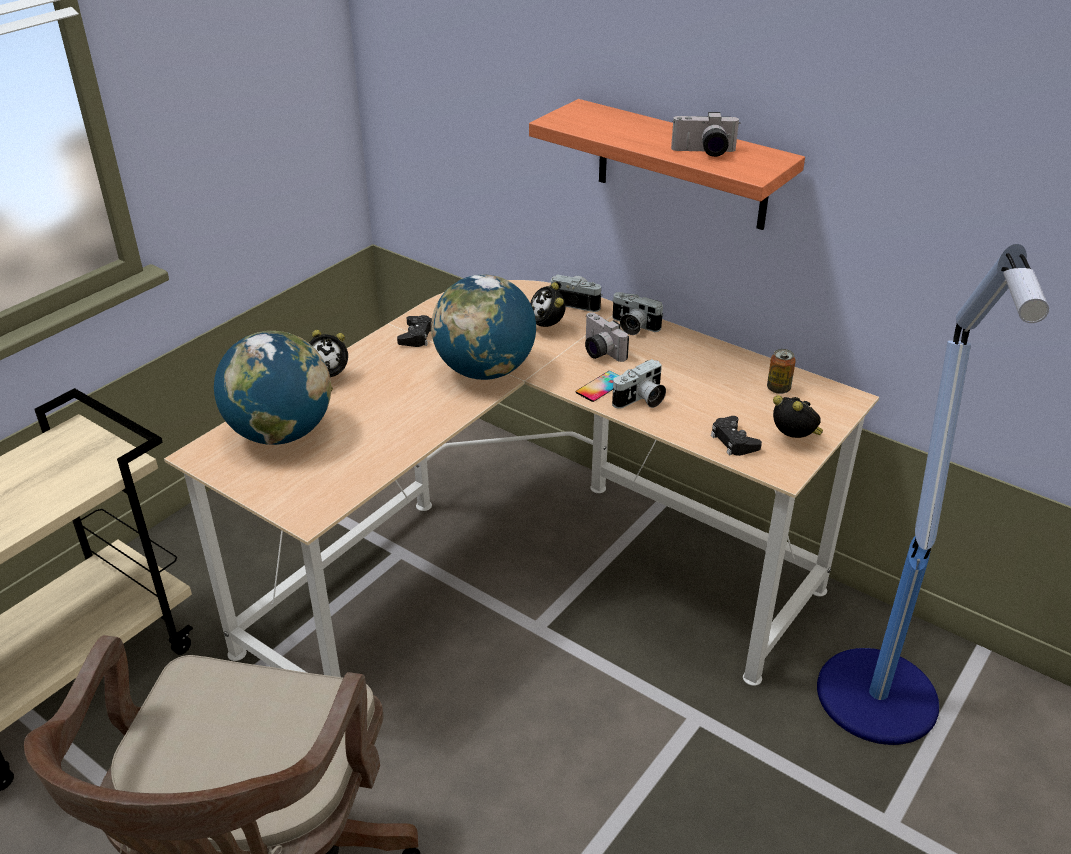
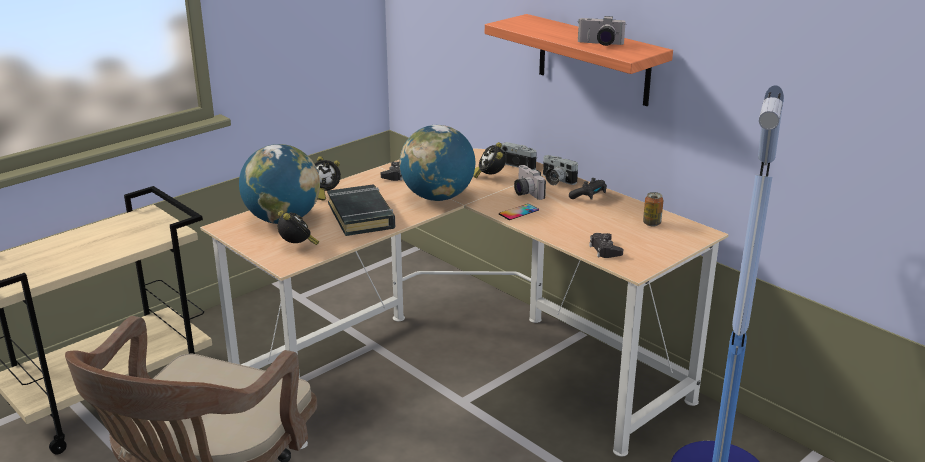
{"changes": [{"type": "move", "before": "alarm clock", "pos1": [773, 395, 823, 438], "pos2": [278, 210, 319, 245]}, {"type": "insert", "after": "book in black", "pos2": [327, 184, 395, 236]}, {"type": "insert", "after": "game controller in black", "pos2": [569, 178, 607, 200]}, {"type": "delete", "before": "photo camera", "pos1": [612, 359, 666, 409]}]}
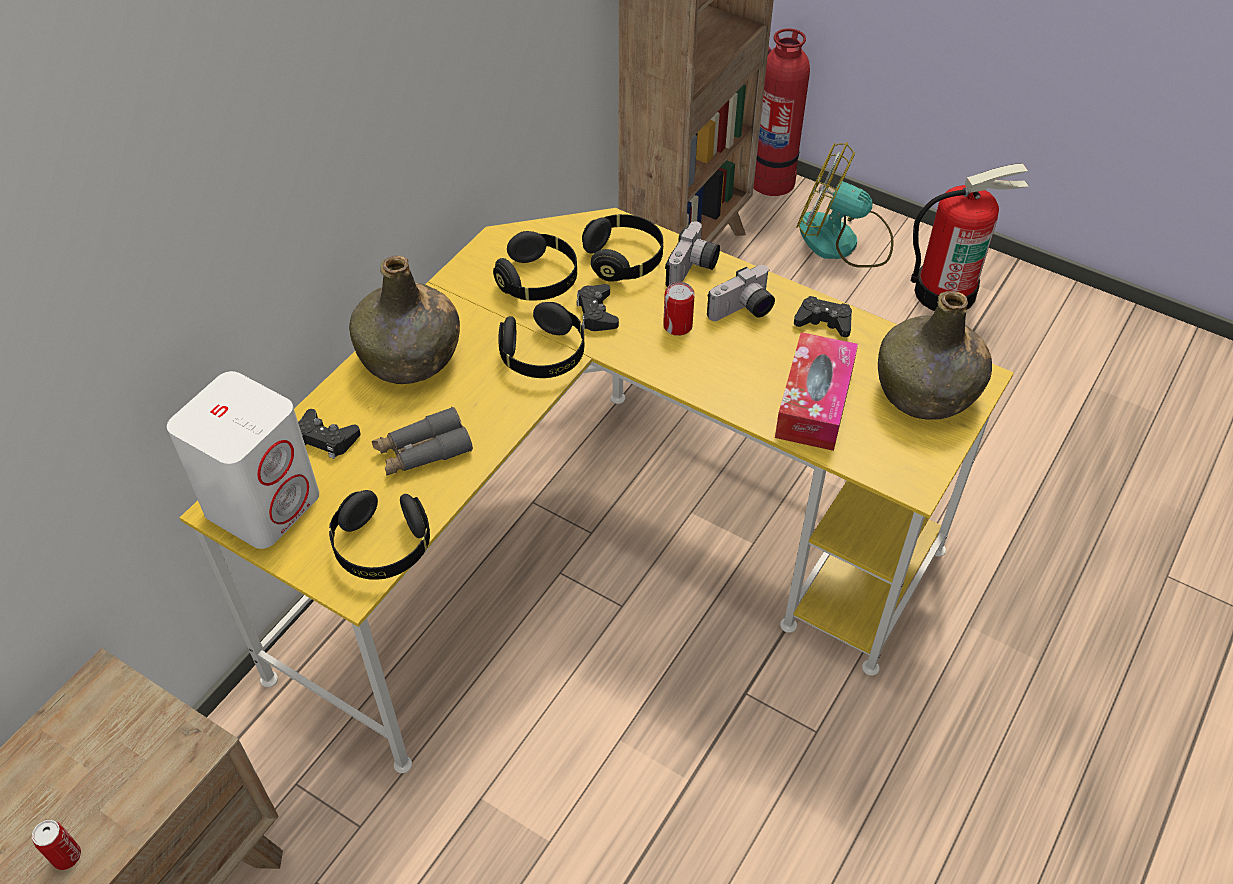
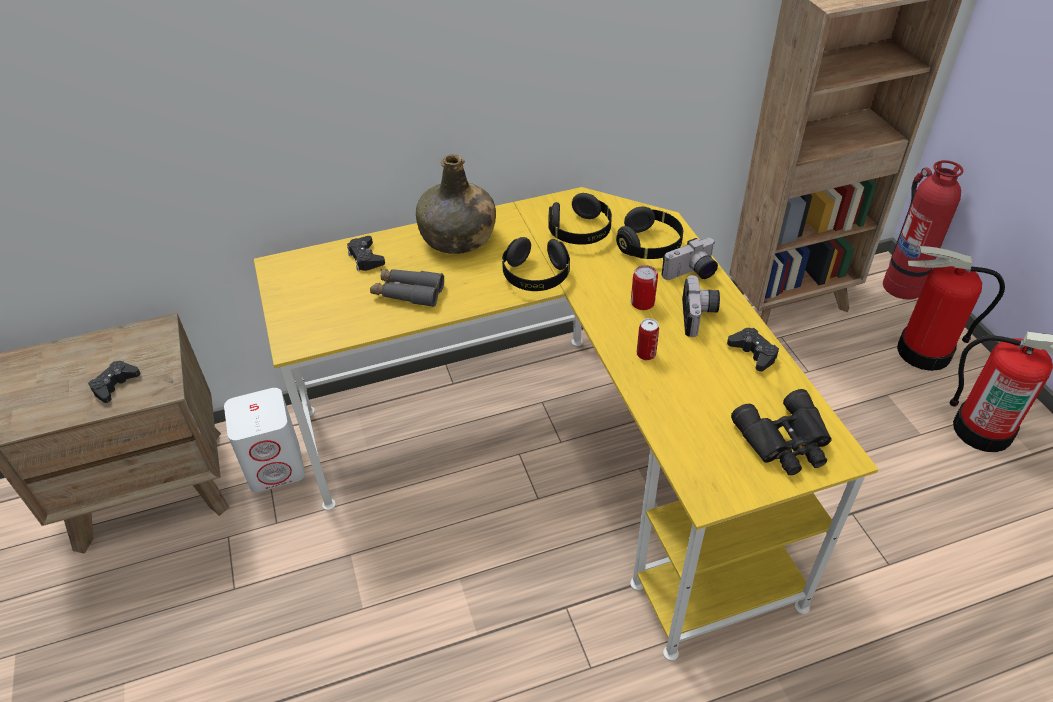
{"changes": [{"type": "move", "before": "game controller in black", "pos1": [576, 284, 619, 331], "pos2": [88, 361, 141, 403]}, {"type": "move", "before": "speaker in white", "pos1": [167, 371, 319, 549], "pos2": [224, 388, 305, 492]}, {"type": "move", "before": "can", "pos1": [32, 820, 81, 870], "pos2": [637, 318, 659, 360]}, {"type": "rotate", "before": "photo camera", "pos1": [707, 265, 775, 321], "pos2": [682, 275, 720, 337], "turn": -90}, {"type": "replace", "before": "bottle in green", "after": "binoculars in black", "pos1": [878, 291, 992, 420], "pos2": [731, 389, 832, 475]}, {"type": "replace", "before": "fan", "after": "fire extinguisher", "pos1": [797, 142, 893, 268], "pos2": [897, 246, 1005, 371]}, {"type": "delete", "before": "headphones in black", "pos1": [329, 490, 430, 580]}, {"type": "delete", "before": "tissue box", "pos1": [775, 332, 858, 451]}]}
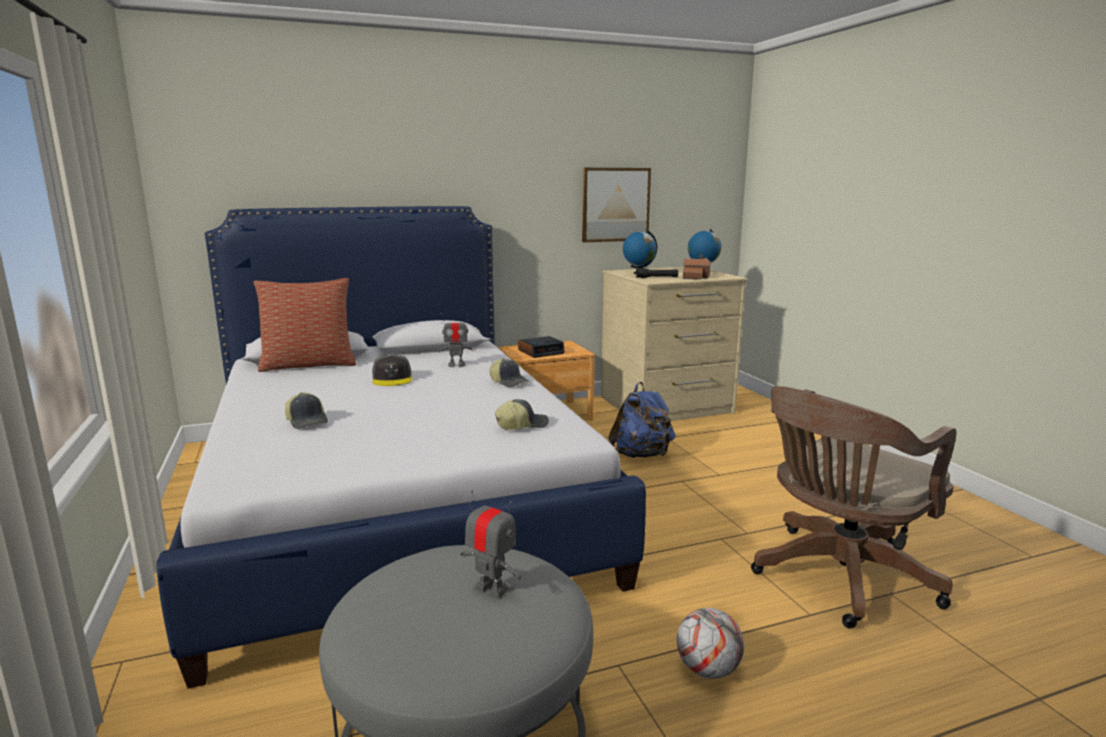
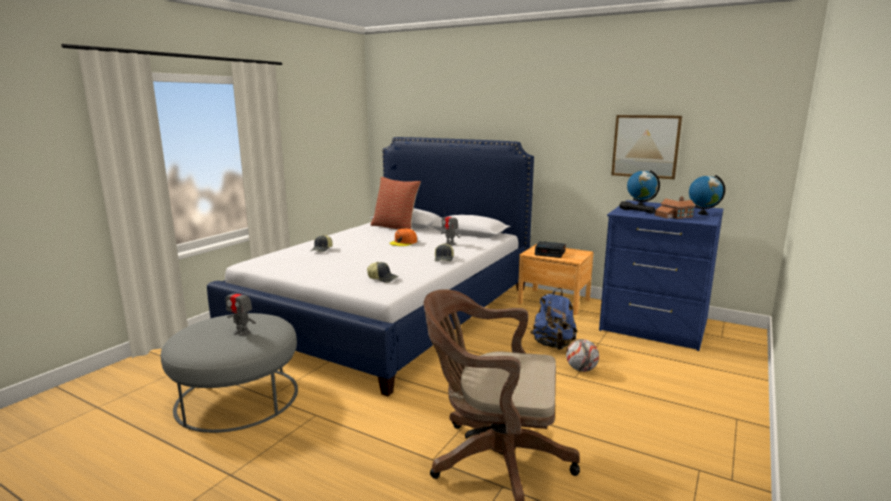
{"changes": [{"type": "rotate", "before": "toy robot", "pos1": [460, 490, 521, 599], "pos2": [226, 284, 256, 336], "turn": 120}, {"type": "recolor", "before": "cap in grey", "after": "cap in orange", "pos1": [372, 355, 412, 386], "pos2": [389, 229, 417, 246]}, {"type": "move", "before": "football", "pos1": [677, 608, 744, 679], "pos2": [566, 339, 599, 372]}, {"type": "recolor", "before": "dresser in beige", "after": "dresser in blue", "pos1": [601, 267, 748, 421], "pos2": [599, 200, 723, 351]}]}
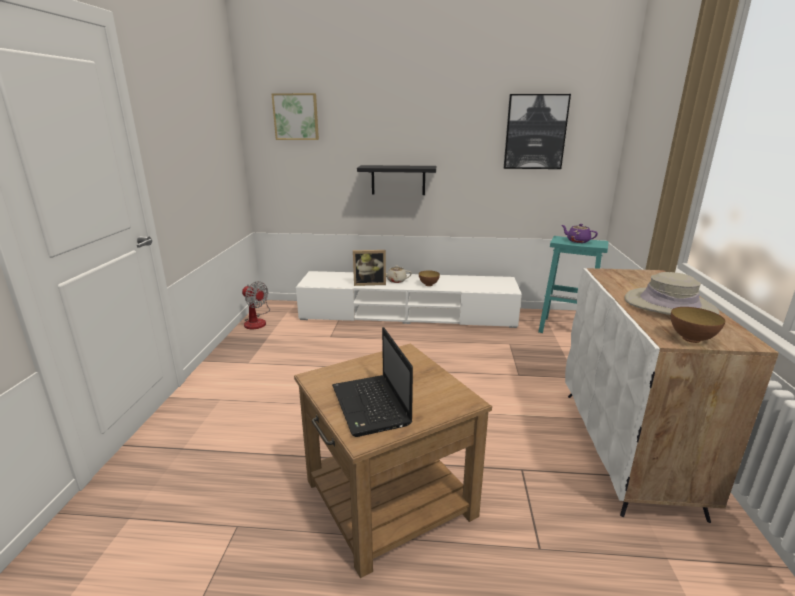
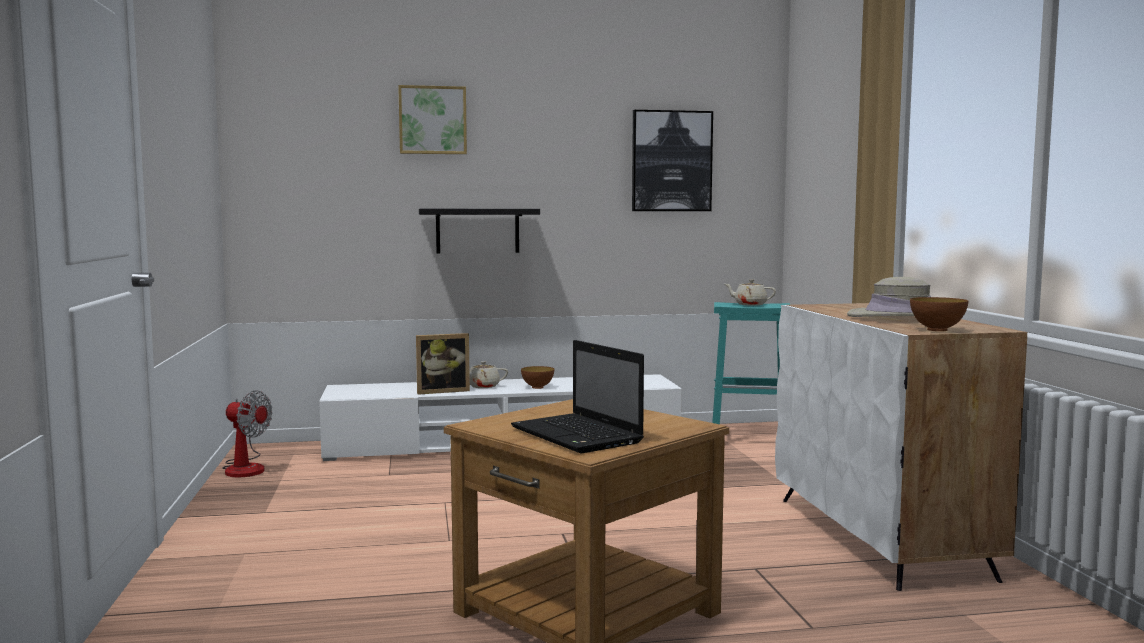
{"changes": [{"type": "move", "before": "picture", "pos1": [271, 93, 319, 140], "pos2": [398, 85, 467, 154]}, {"type": "recolor", "before": "teapot in purple", "after": "teapot in beige", "pos1": [562, 224, 598, 243], "pos2": [725, 279, 776, 306]}]}
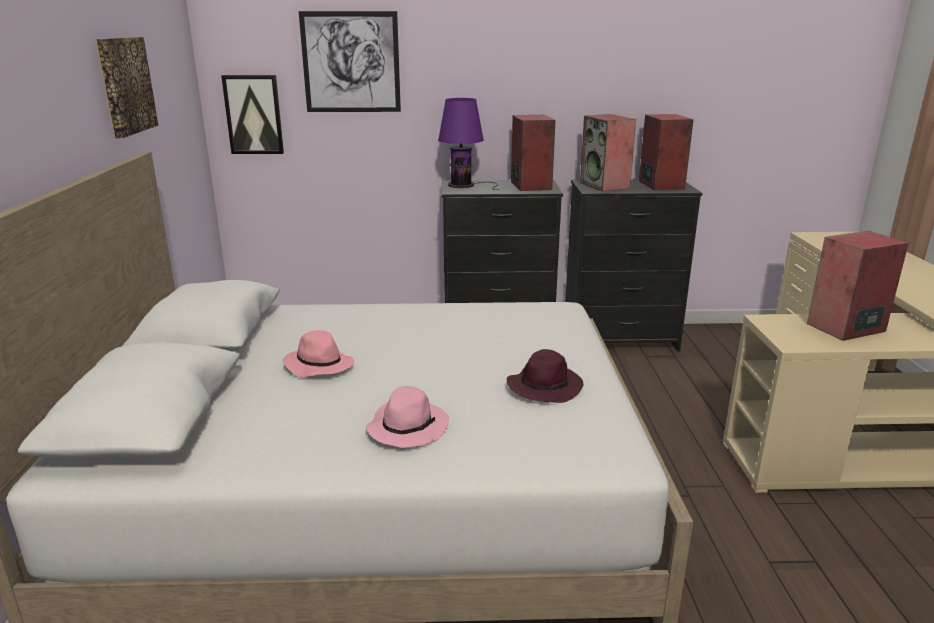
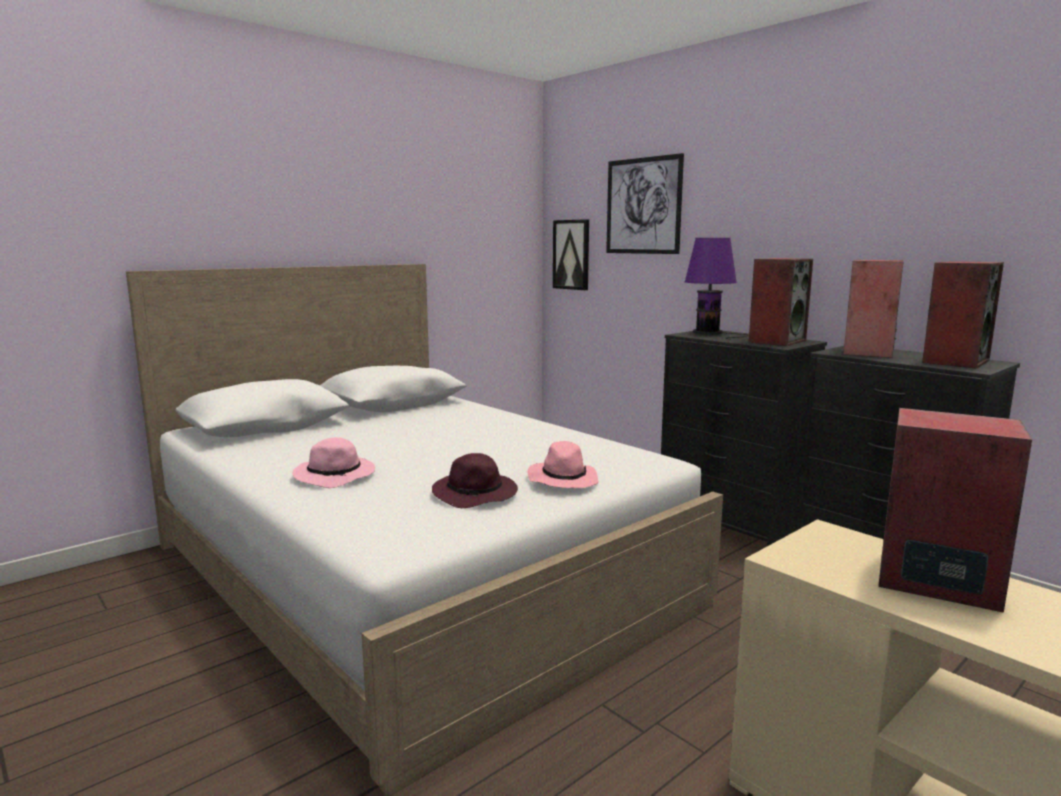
{"changes": [{"type": "move", "before": "hat in pink", "pos1": [283, 330, 354, 377], "pos2": [528, 441, 599, 488]}, {"type": "delete", "before": "picture", "pos1": [95, 37, 158, 138]}]}
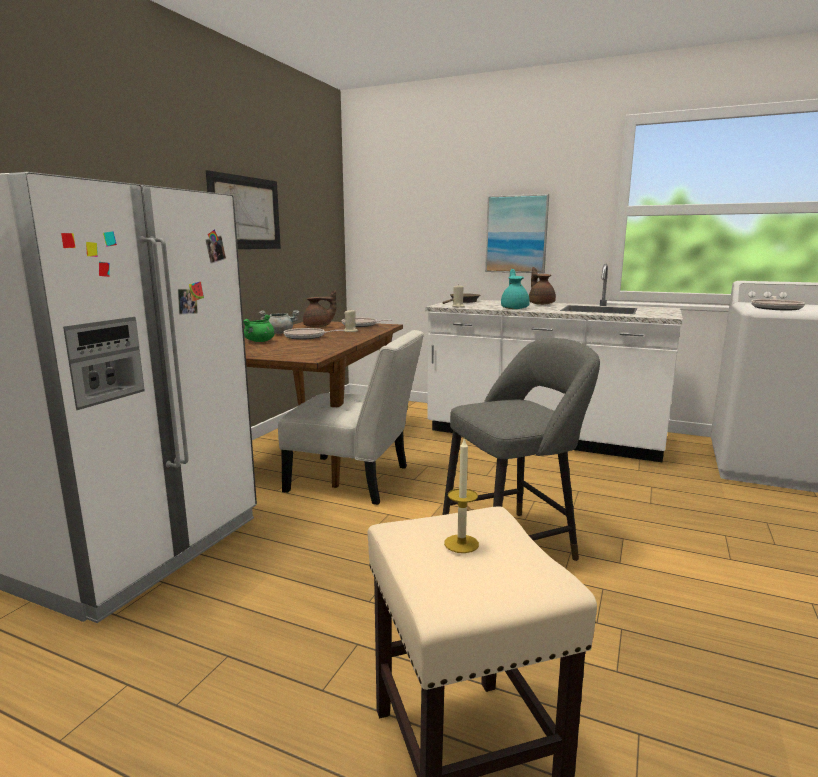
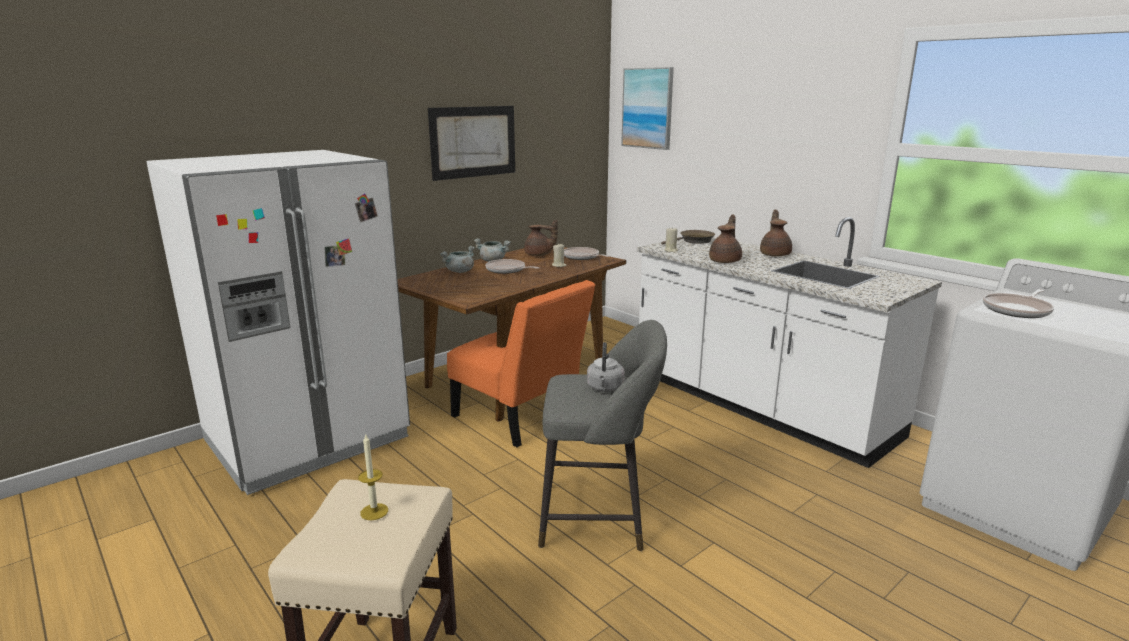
{"changes": [{"type": "recolor", "before": "cooking pot in green", "after": "cooking pot in grey", "pos1": [243, 314, 275, 342], "pos2": [440, 246, 475, 273]}, {"type": "recolor", "before": "chair in white", "after": "chair in orange", "pos1": [278, 330, 424, 505], "pos2": [447, 280, 595, 447]}, {"type": "insert", "after": "kettle in grey", "pos2": [587, 342, 625, 392]}, {"type": "move", "before": "picture", "pos1": [485, 194, 549, 273], "pos2": [621, 67, 674, 150]}, {"type": "recolor", "before": "teapot in turquoise", "after": "teapot in brown", "pos1": [501, 269, 530, 309], "pos2": [709, 214, 742, 263]}]}
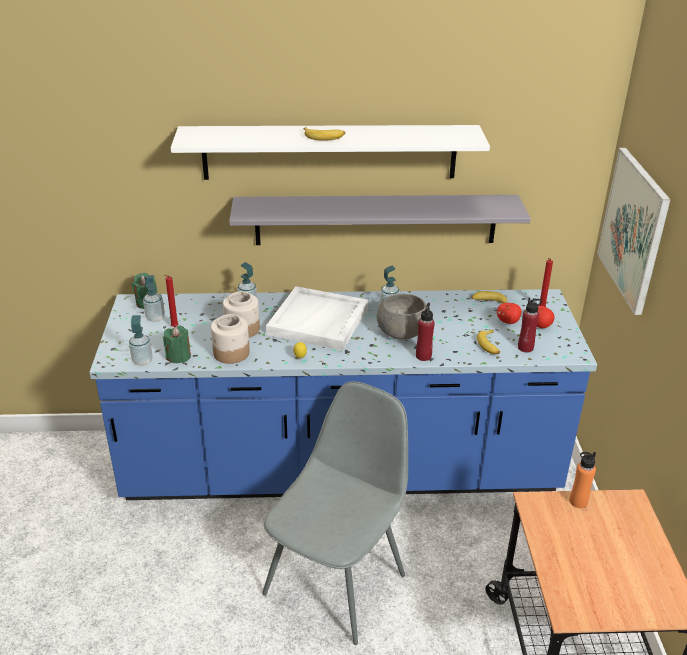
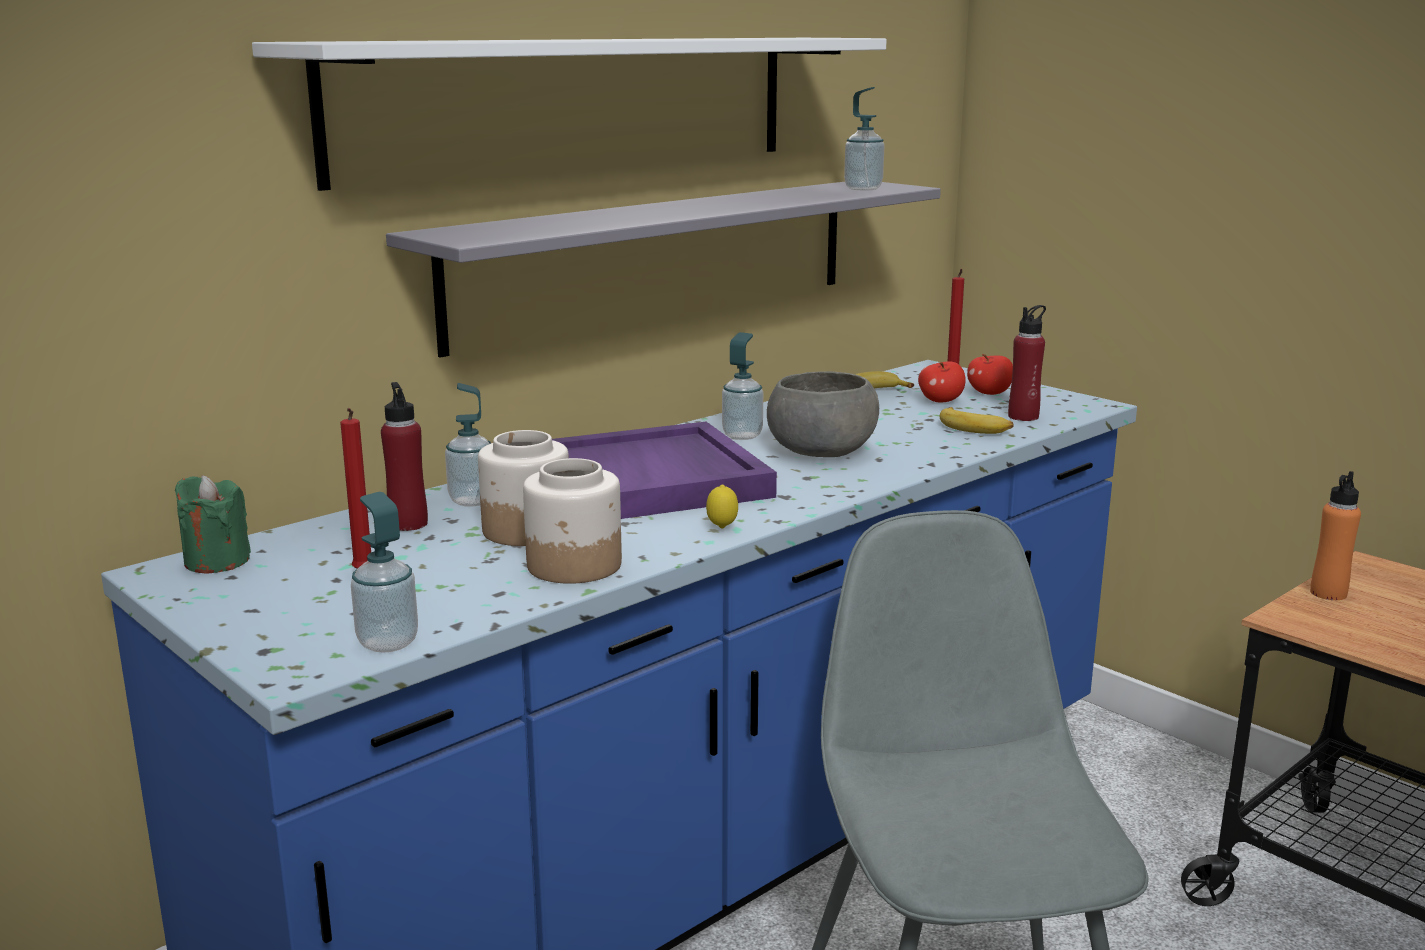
{"changes": [{"type": "move", "before": "bottle in red", "pos1": [416, 303, 435, 361], "pos2": [381, 382, 428, 531]}, {"type": "recolor", "before": "tray in white", "after": "tray in purple", "pos1": [266, 286, 368, 351], "pos2": [552, 422, 777, 519]}, {"type": "move", "before": "soap dispenser", "pos1": [143, 275, 165, 322], "pos2": [844, 87, 885, 190]}, {"type": "delete", "before": "candle in green", "pos1": [163, 326, 191, 363]}, {"type": "delete", "before": "banana", "pos1": [303, 127, 345, 141]}, {"type": "delete", "before": "picture", "pos1": [597, 148, 671, 315]}]}
